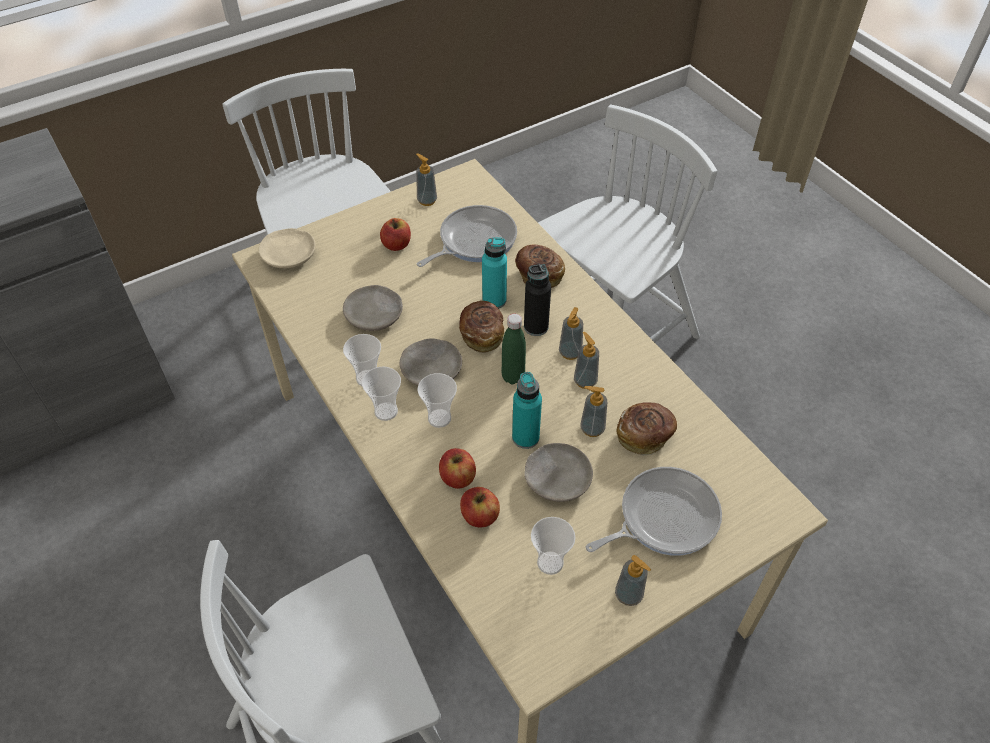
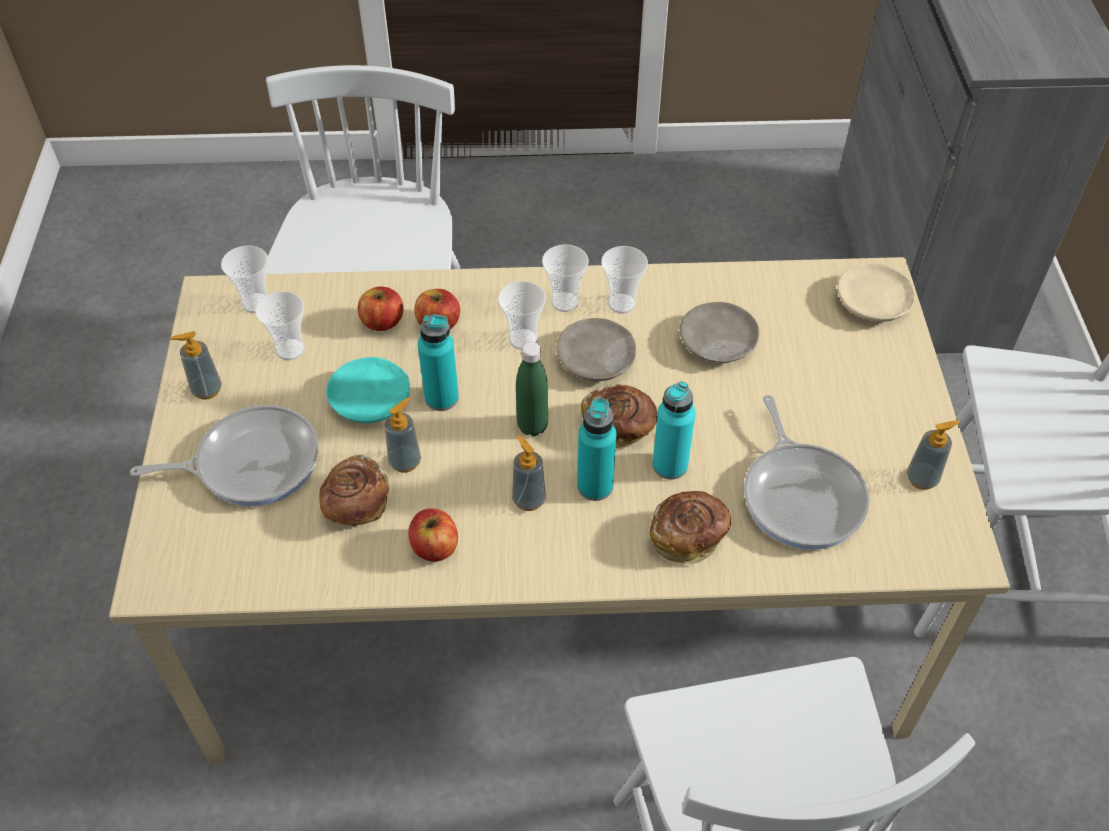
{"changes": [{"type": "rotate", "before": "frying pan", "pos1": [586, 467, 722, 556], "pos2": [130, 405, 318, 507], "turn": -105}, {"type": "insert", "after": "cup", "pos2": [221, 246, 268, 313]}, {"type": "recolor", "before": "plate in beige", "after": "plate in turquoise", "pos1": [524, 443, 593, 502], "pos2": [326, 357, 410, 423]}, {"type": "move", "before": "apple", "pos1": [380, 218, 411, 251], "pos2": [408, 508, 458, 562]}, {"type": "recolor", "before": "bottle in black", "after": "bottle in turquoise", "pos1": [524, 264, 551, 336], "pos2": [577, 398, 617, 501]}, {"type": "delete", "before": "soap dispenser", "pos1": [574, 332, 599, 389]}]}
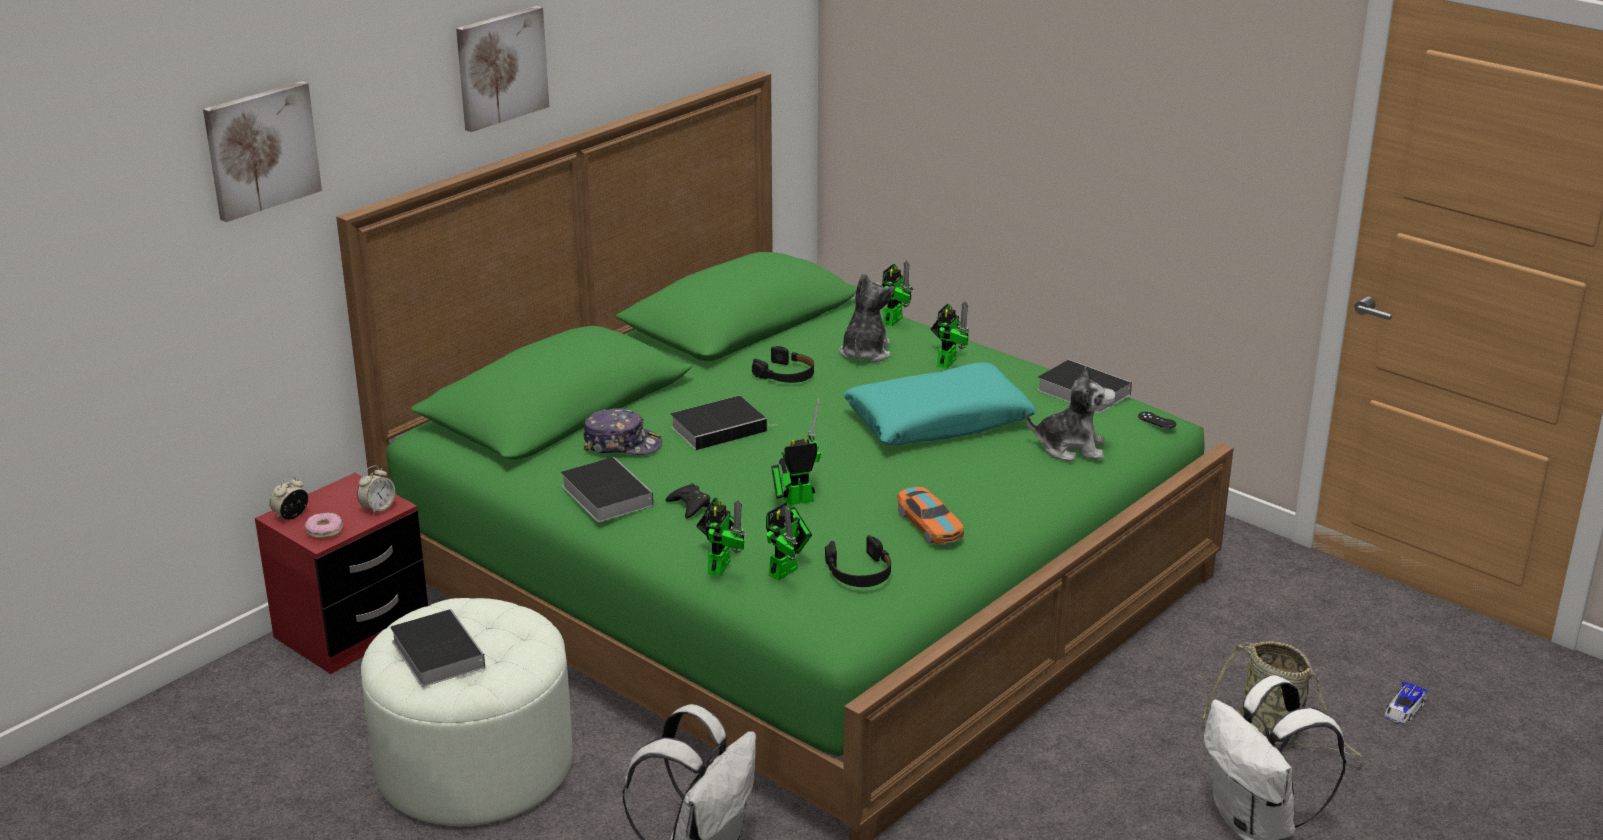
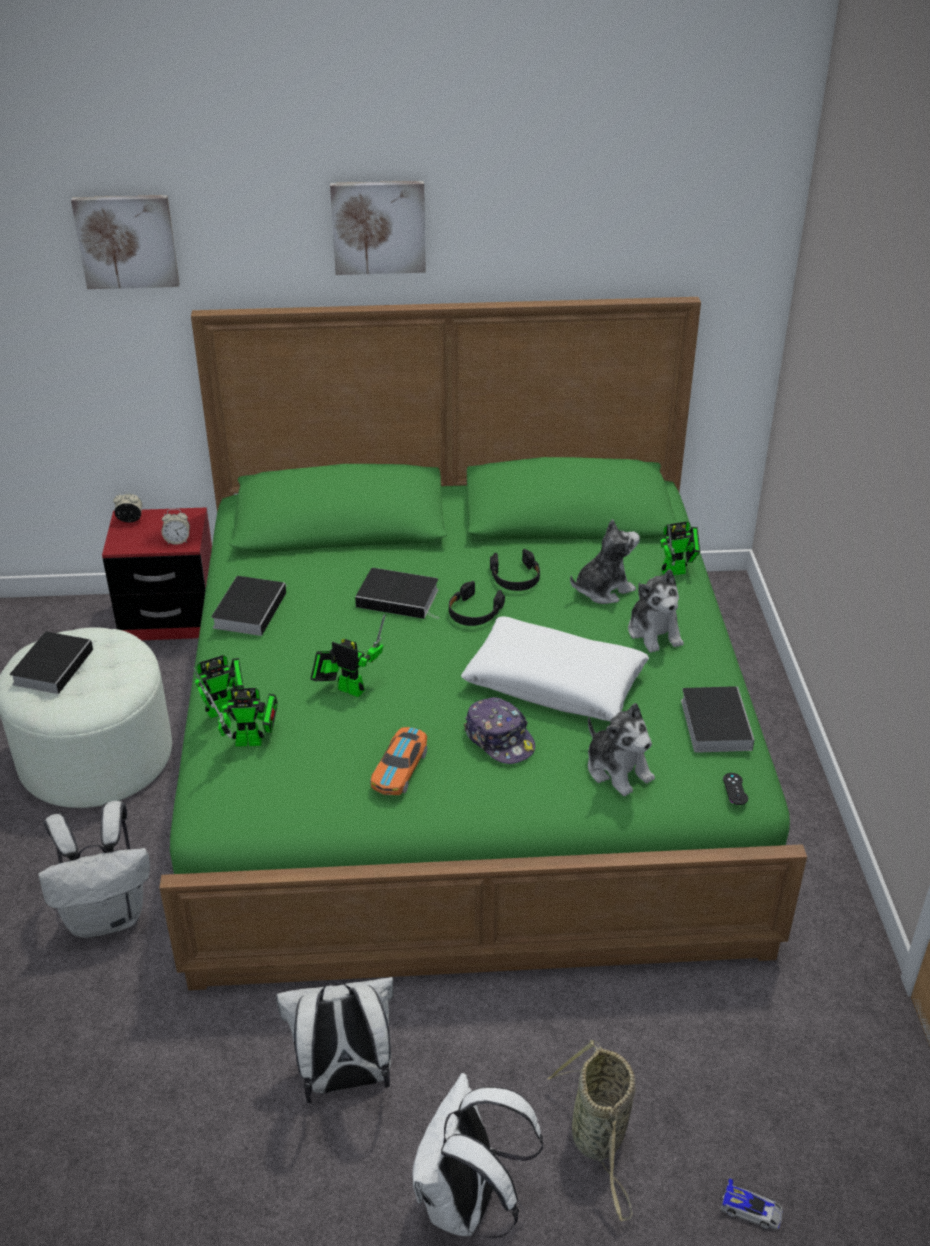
{"changes": [{"type": "insert", "after": "backpack in white", "pos2": [276, 977, 394, 1104]}, {"type": "move", "before": "headphones in black", "pos1": [825, 535, 891, 587], "pos2": [449, 581, 505, 626]}, {"type": "recolor", "before": "pillow in turquoise", "after": "pillow in white", "pos1": [843, 362, 1037, 445], "pos2": [461, 616, 649, 721]}, {"type": "move", "before": "cap", "pos1": [583, 408, 662, 455], "pos2": [464, 697, 535, 764]}, {"type": "replace", "before": "toy robot", "after": "plush toy", "pos1": [931, 301, 970, 369], "pos2": [628, 569, 684, 653]}, {"type": "rotate", "before": "toy car", "pos1": [1384, 681, 1428, 724], "pos2": [720, 1179, 783, 1230], "turn": -150}, {"type": "delete", "before": "donut", "pos1": [305, 513, 343, 539]}, {"type": "delete", "before": "game controller in black", "pos1": [665, 483, 710, 518]}]}
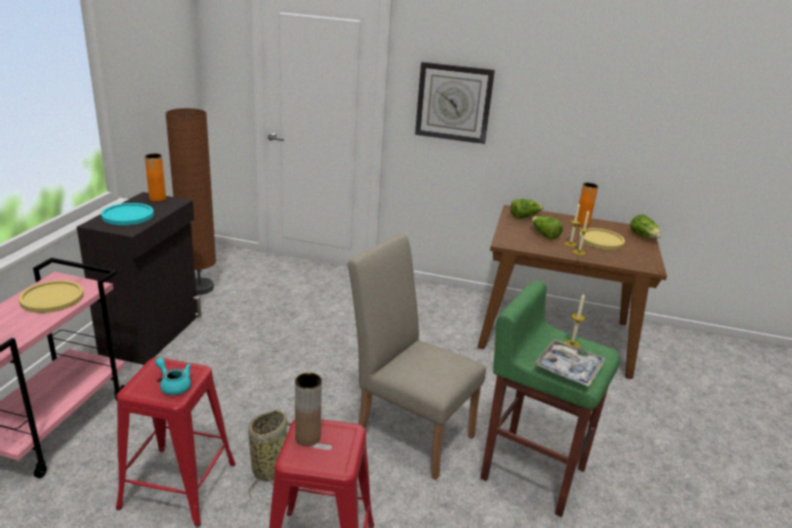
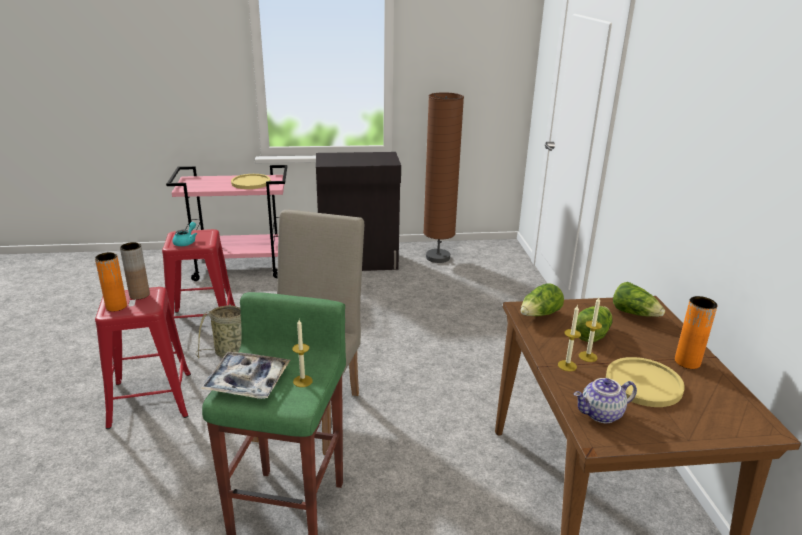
{"changes": [{"type": "move", "before": "vase in orange", "pos1": [145, 153, 166, 202], "pos2": [95, 252, 127, 312]}, {"type": "move", "before": "lettuce", "pos1": [630, 214, 661, 238], "pos2": [520, 283, 564, 316]}, {"type": "insert", "after": "teapot", "pos2": [574, 378, 637, 423]}, {"type": "delete", "before": "plate in turquoise", "pos1": [101, 203, 154, 225]}, {"type": "delete", "before": "wall clock", "pos1": [415, 62, 495, 144]}]}
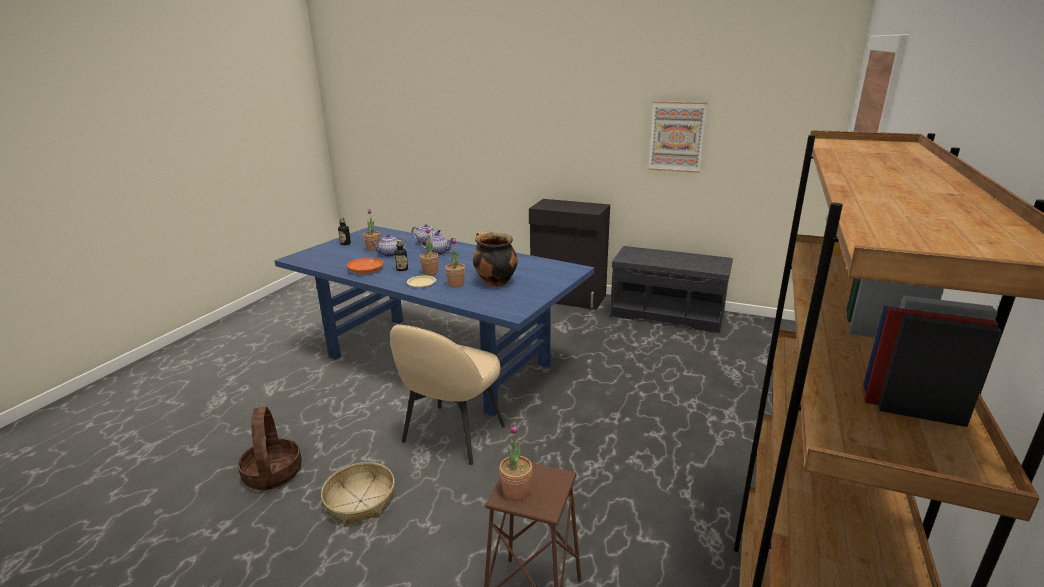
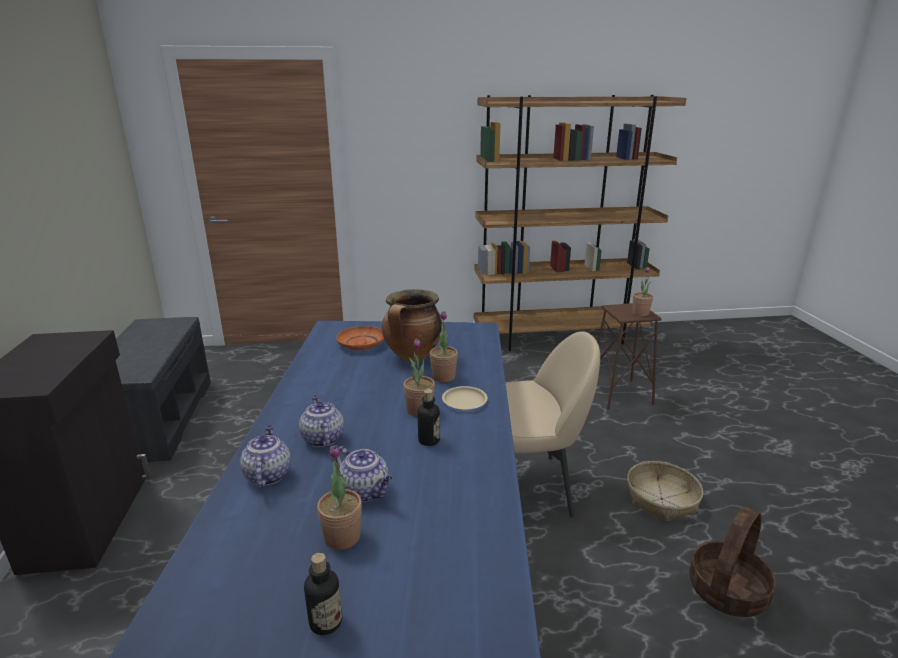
{"changes": [{"type": "move", "before": "plate in orange", "pos1": [347, 258, 384, 274], "pos2": [337, 326, 384, 350]}, {"type": "delete", "before": "picture", "pos1": [648, 101, 707, 173]}]}
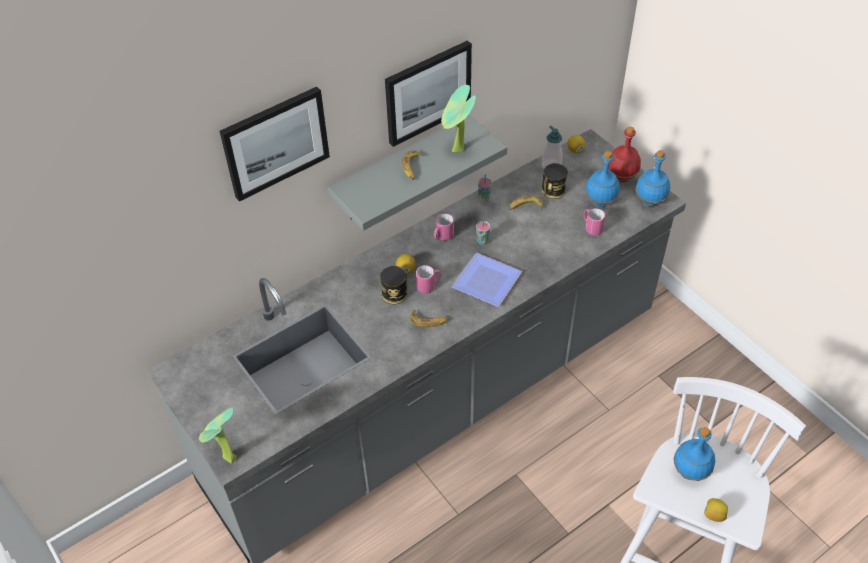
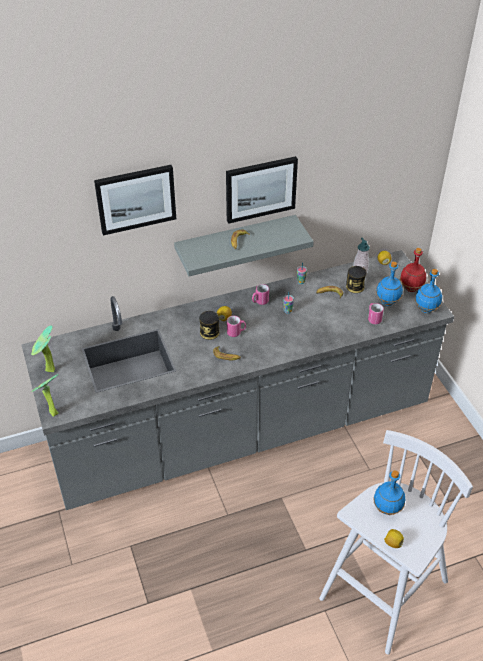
{"changes": [{"type": "move", "before": "potted plant", "pos1": [441, 85, 476, 152], "pos2": [31, 325, 55, 372]}, {"type": "delete", "before": "plate", "pos1": [452, 253, 522, 307]}]}
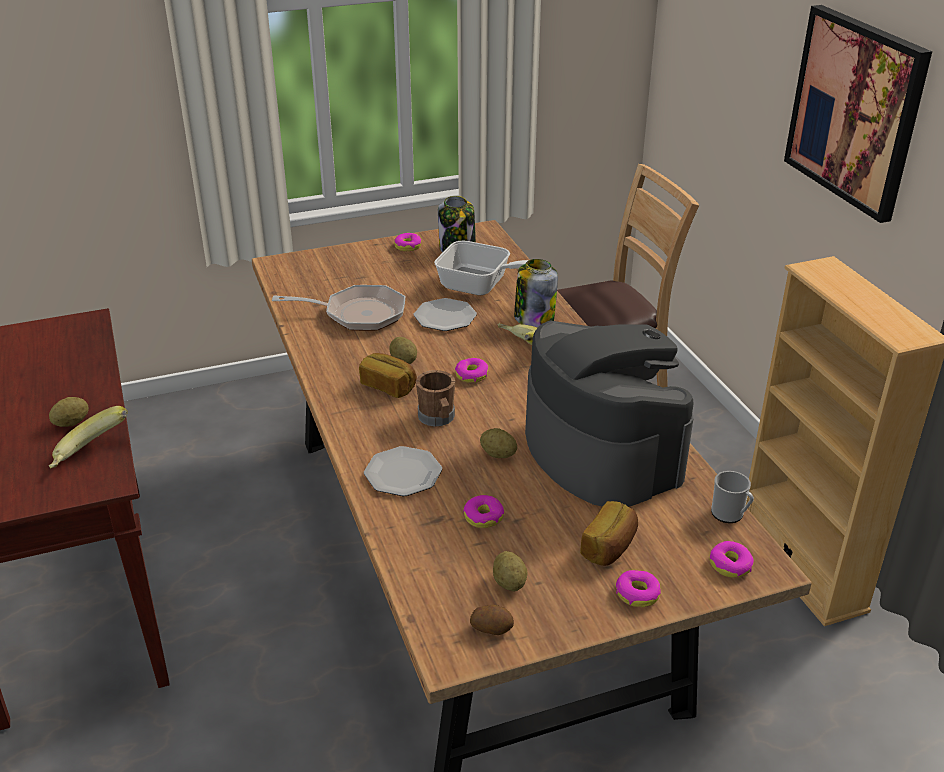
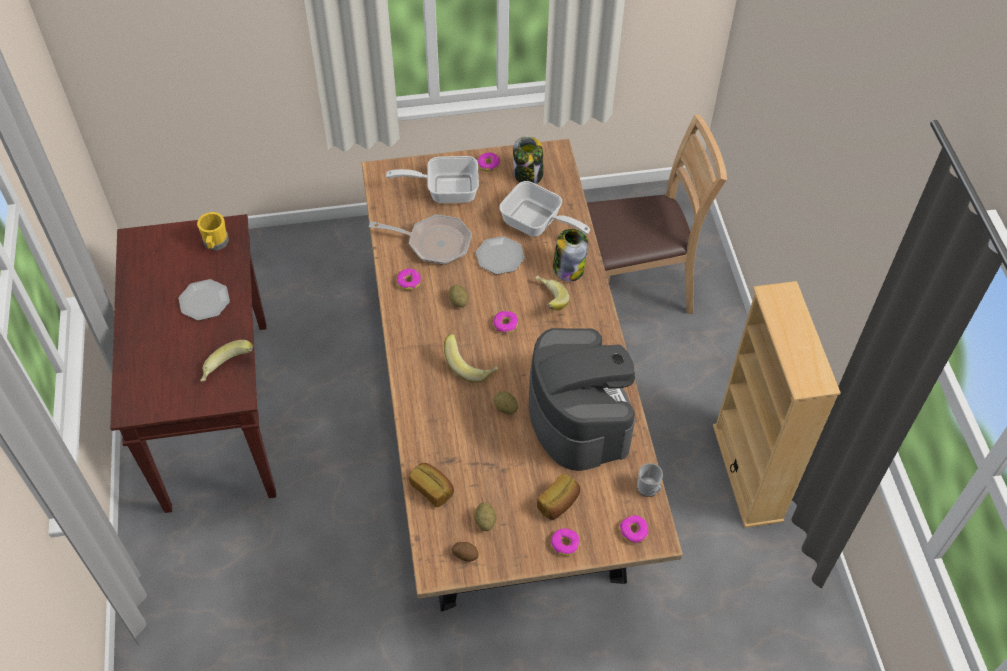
{"changes": [{"type": "move", "before": "plate", "pos1": [364, 446, 442, 496], "pos2": [179, 279, 230, 320]}, {"type": "insert", "after": "mug in yellow", "pos2": [197, 212, 229, 250]}, {"type": "insert", "after": "frying pan", "pos2": [386, 156, 479, 203]}, {"type": "move", "before": "donut", "pos1": [463, 495, 504, 528], "pos2": [397, 269, 421, 290]}, {"type": "move", "before": "bread", "pos1": [359, 353, 417, 398], "pos2": [409, 463, 454, 507]}, {"type": "replace", "before": "mug in brown", "after": "banana", "pos1": [416, 370, 455, 426], "pos2": [444, 334, 499, 383]}, {"type": "delete", "before": "potato", "pos1": [49, 397, 89, 427]}, {"type": "delete", "before": "picture", "pos1": [784, 5, 932, 223]}]}
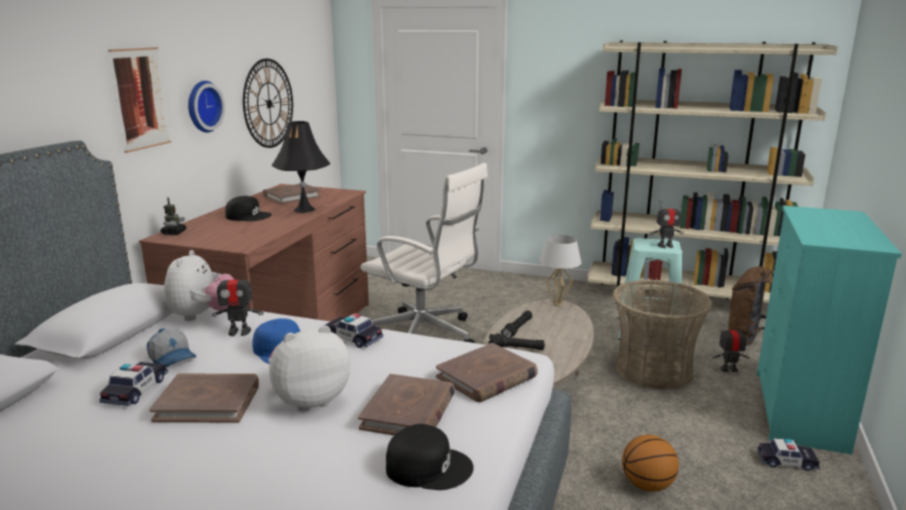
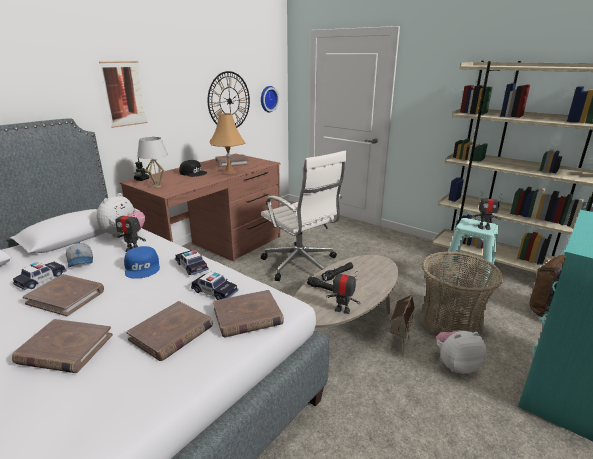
{"changes": [{"type": "insert", "after": "book in brown", "pos2": [12, 319, 113, 373]}, {"type": "move", "before": "table lamp in white", "pos1": [539, 235, 582, 306], "pos2": [137, 137, 168, 188]}, {"type": "move", "before": "toy car", "pos1": [757, 438, 820, 471], "pos2": [191, 271, 238, 300]}, {"type": "recolor", "before": "table lamp in black", "after": "table lamp in orange", "pos1": [271, 121, 331, 213], "pos2": [210, 113, 245, 174]}, {"type": "move", "before": "wall clock", "pos1": [188, 81, 225, 133], "pos2": [261, 86, 279, 113]}, {"type": "move", "before": "toy robot", "pos1": [712, 324, 750, 372], "pos2": [326, 268, 360, 314]}, {"type": "insert", "after": "toy house", "pos2": [390, 295, 415, 353]}, {"type": "move", "before": "plush toy", "pos1": [268, 325, 350, 412], "pos2": [436, 330, 487, 374]}, {"type": "delete", "before": "cap in black", "pos1": [386, 424, 474, 490]}, {"type": "delete", "before": "basketball", "pos1": [622, 435, 679, 492]}]}
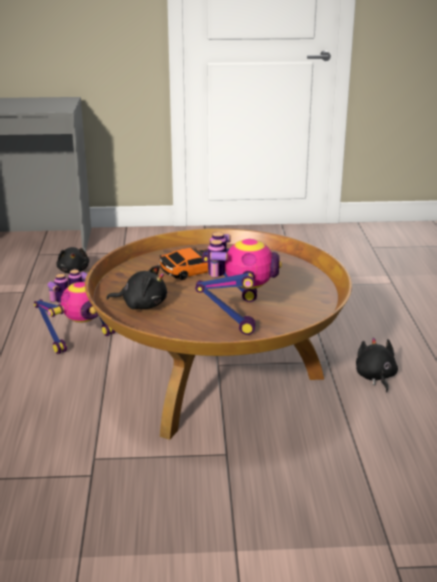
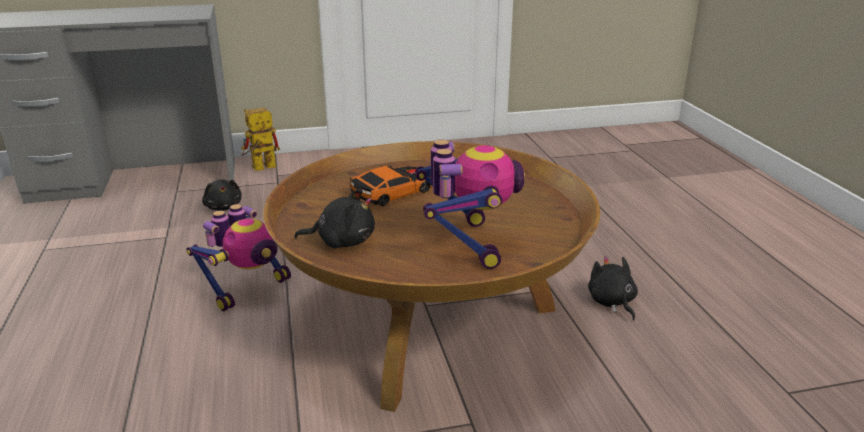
{"changes": [{"type": "insert", "after": "toy robot", "pos2": [241, 107, 280, 171]}]}
